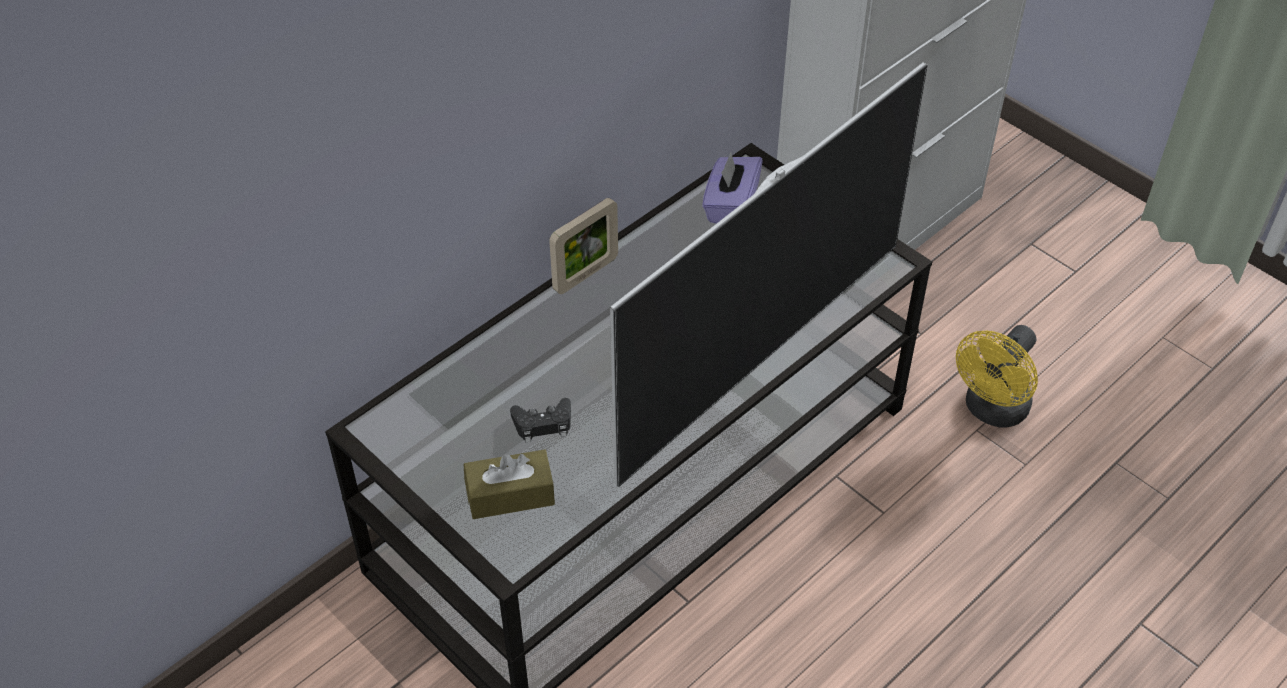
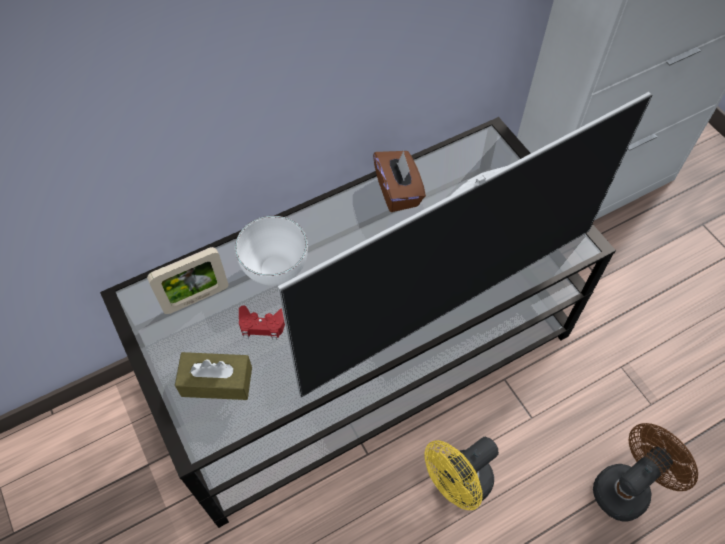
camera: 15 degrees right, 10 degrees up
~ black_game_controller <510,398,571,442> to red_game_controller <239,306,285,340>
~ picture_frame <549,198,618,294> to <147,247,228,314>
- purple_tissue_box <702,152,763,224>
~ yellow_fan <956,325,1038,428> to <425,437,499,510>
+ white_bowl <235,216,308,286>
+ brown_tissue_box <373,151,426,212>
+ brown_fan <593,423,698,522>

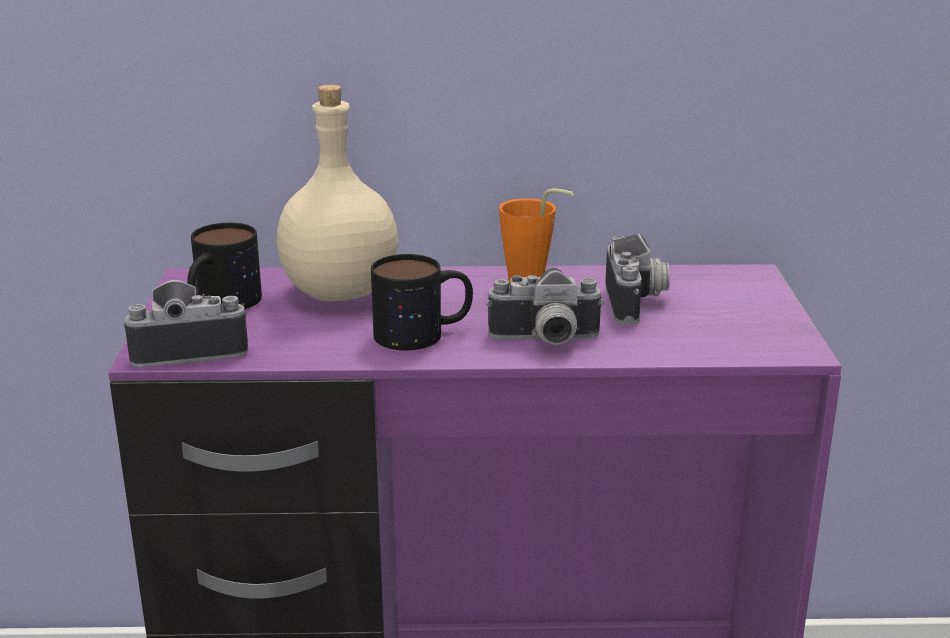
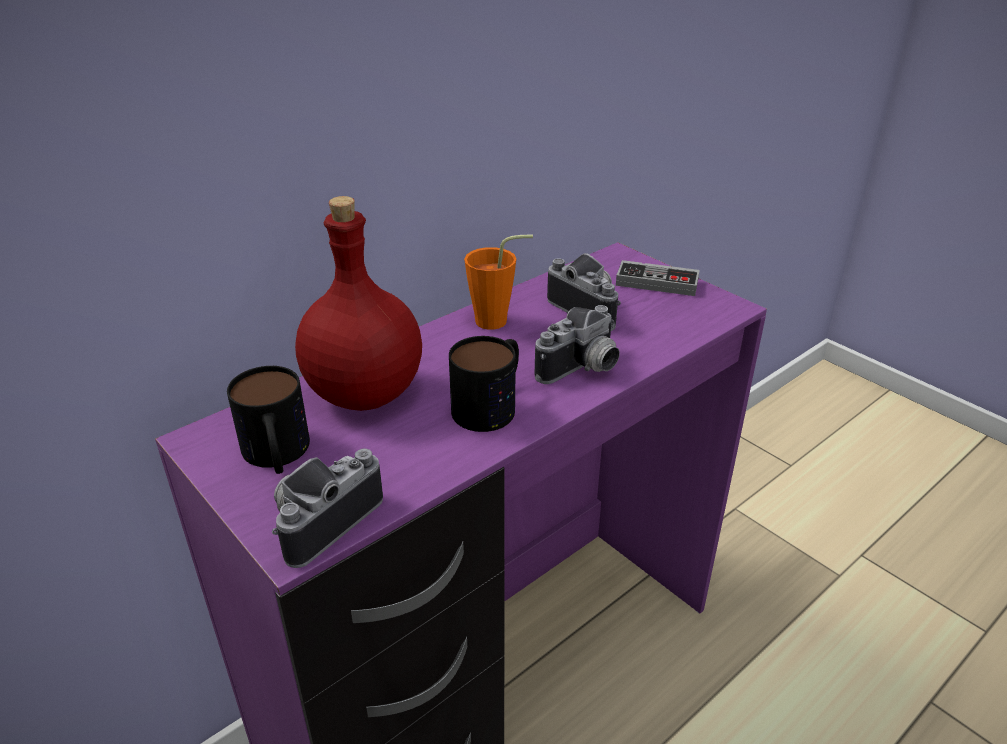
camera: 40 degrees left, 10 degrees up
~ beige_bottle <277,85,398,301> to red_bottle <295,196,422,411>
+ game_controller <616,260,700,296>

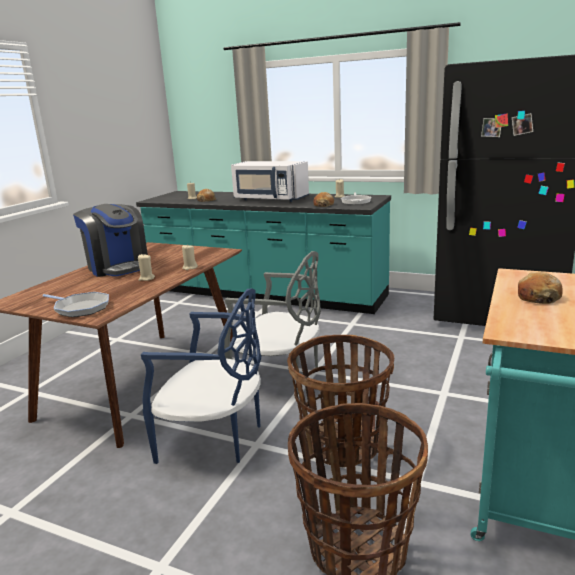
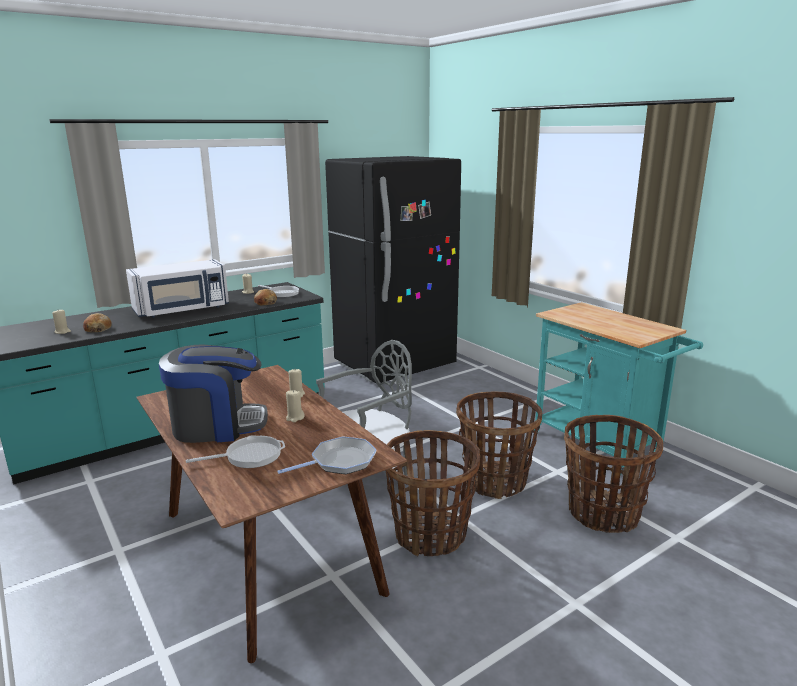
camera: 60 degrees left, 0 degrees up
~ blue_chair <141,288,261,464> to basket <385,430,480,556>
- bread <518,272,563,304>
+ frying_pan <186,435,285,468>

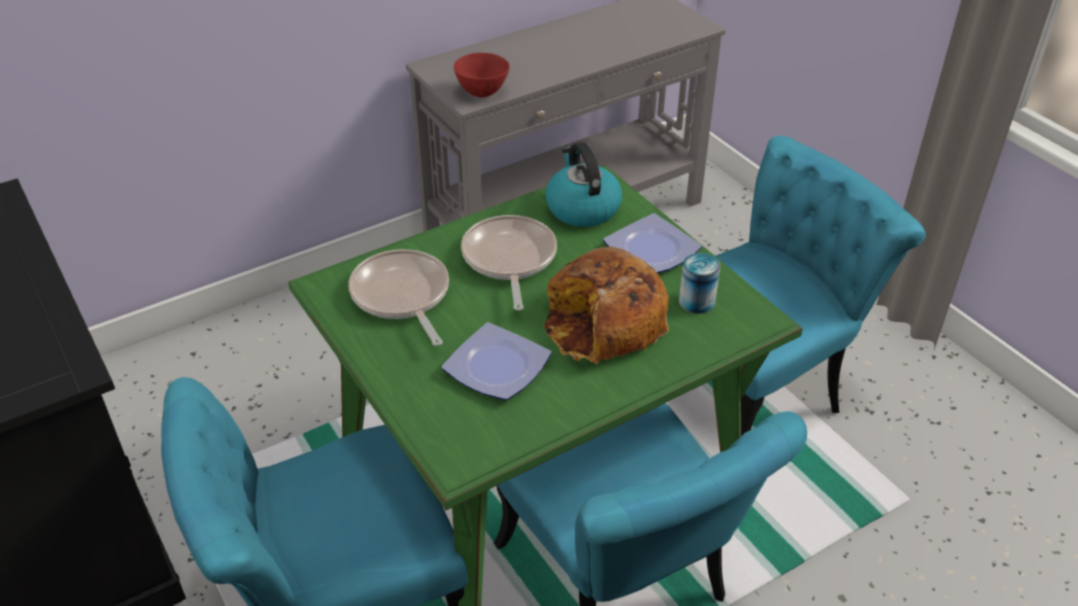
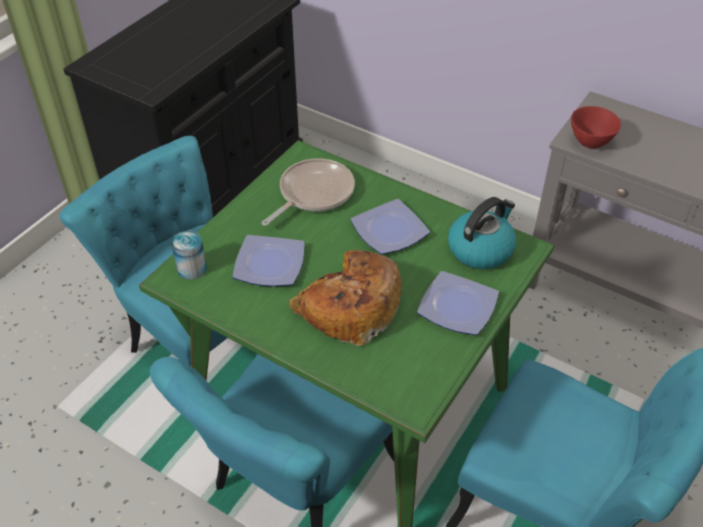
camera: 65 degrees right, 5 degrees up
~ frying_pan <461,215,557,311> to plate <351,199,430,254>
~ can <679,253,720,314> to <171,231,207,280>

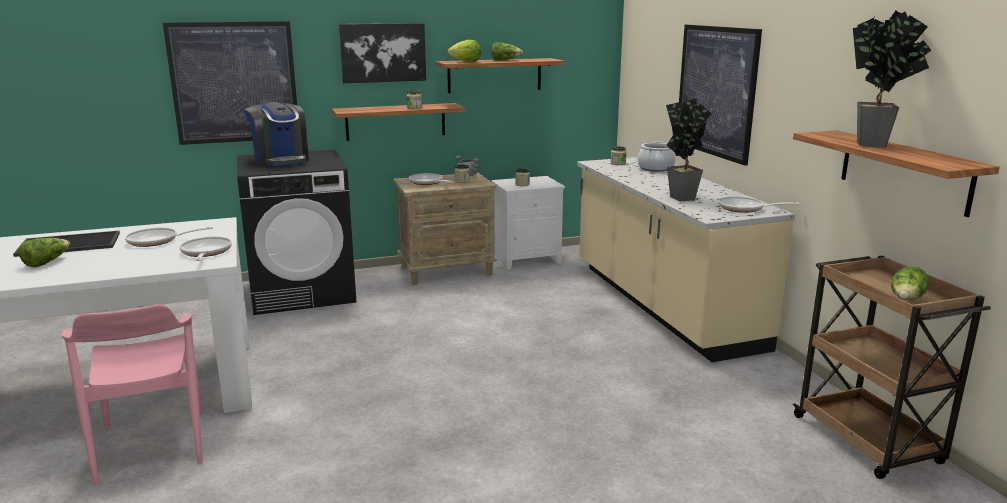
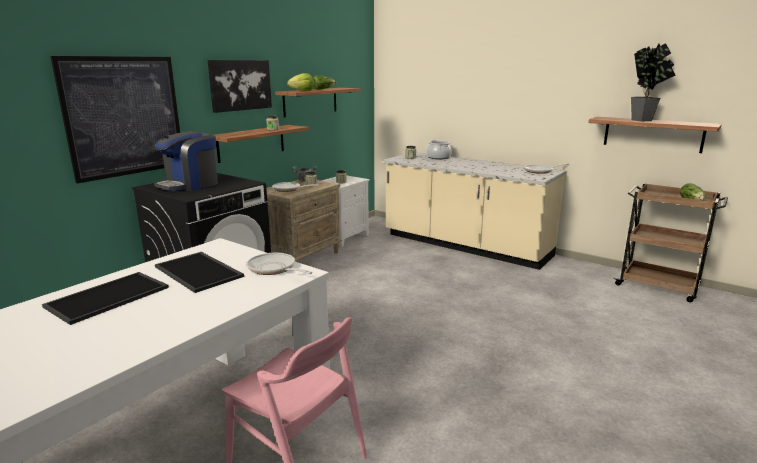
camera: 35 degrees left, 0 degrees up
- lettuce <18,238,70,267>
~ frying_pan <125,227,213,247> to tray <155,252,244,293>
~ coffee_machine <245,102,309,166> = <152,131,218,191> 105 degrees clockwise
- potted_plant <666,98,711,201>
- picture <679,25,762,166>

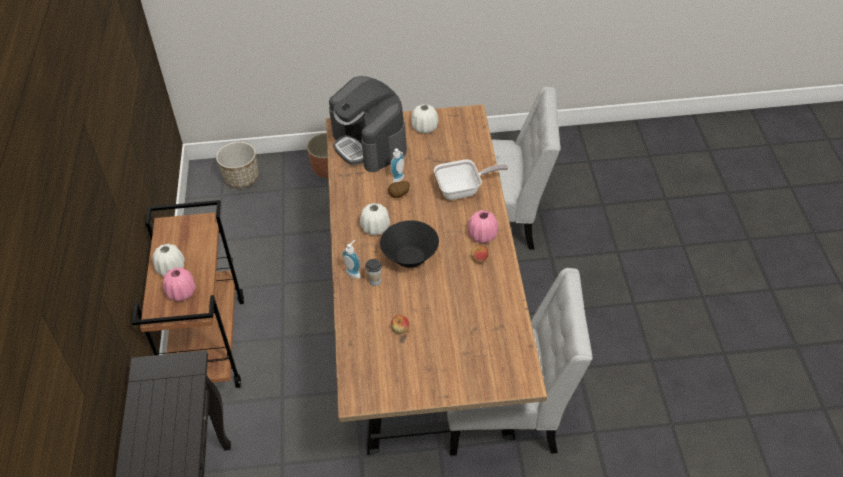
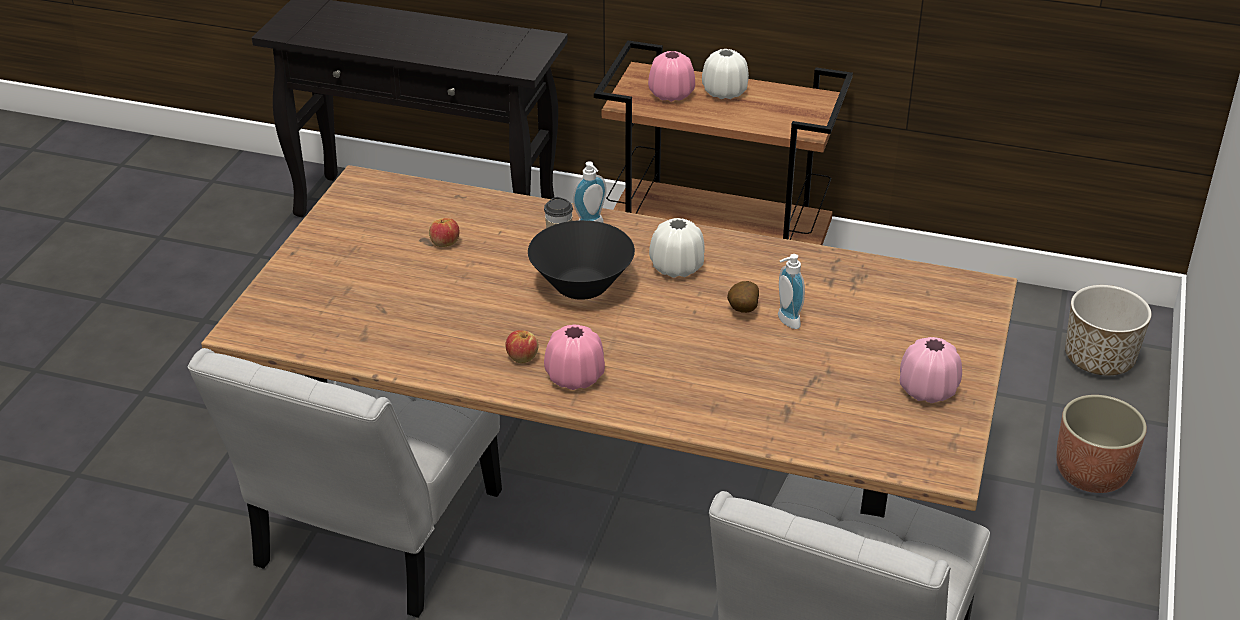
camera: 110 degrees right, 10 degrees down
- coffee_machine <329,76,407,172>
~ white_vase <411,104,439,133> to pink_vase <900,337,962,403>
- frying_pan <434,159,508,200>

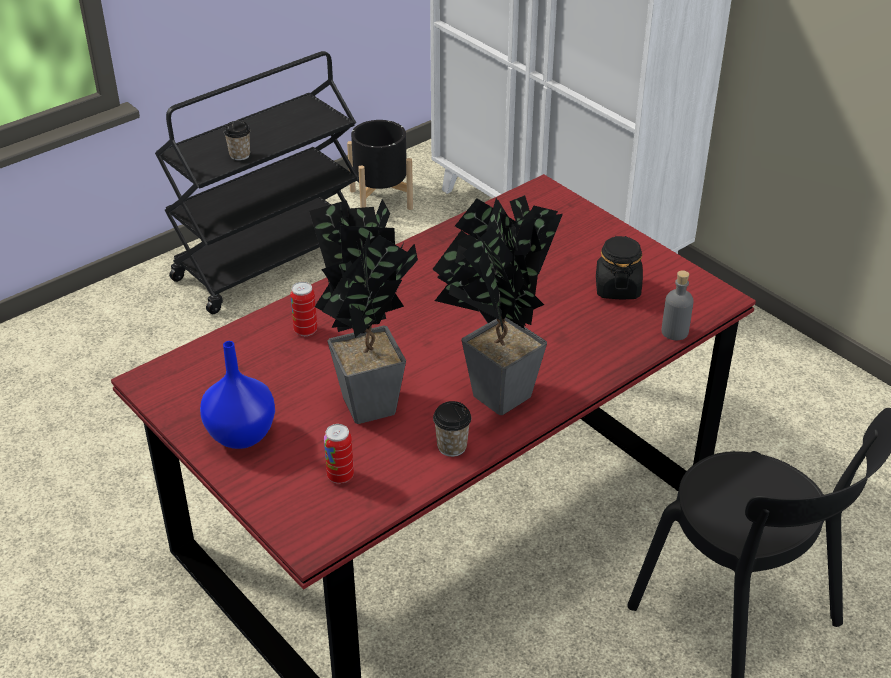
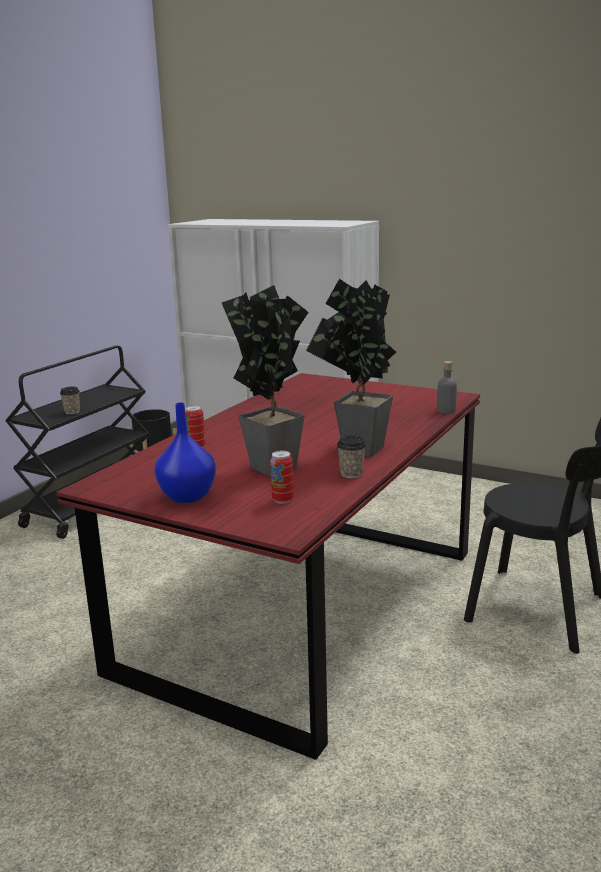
camera: 20 degrees left, 20 degrees down
- black_jar <596,236,643,299>

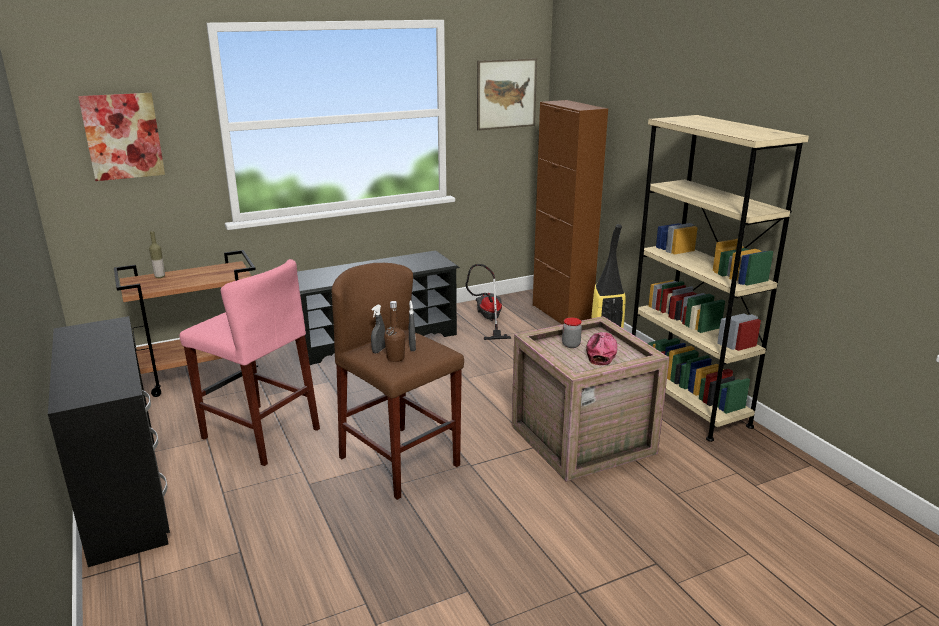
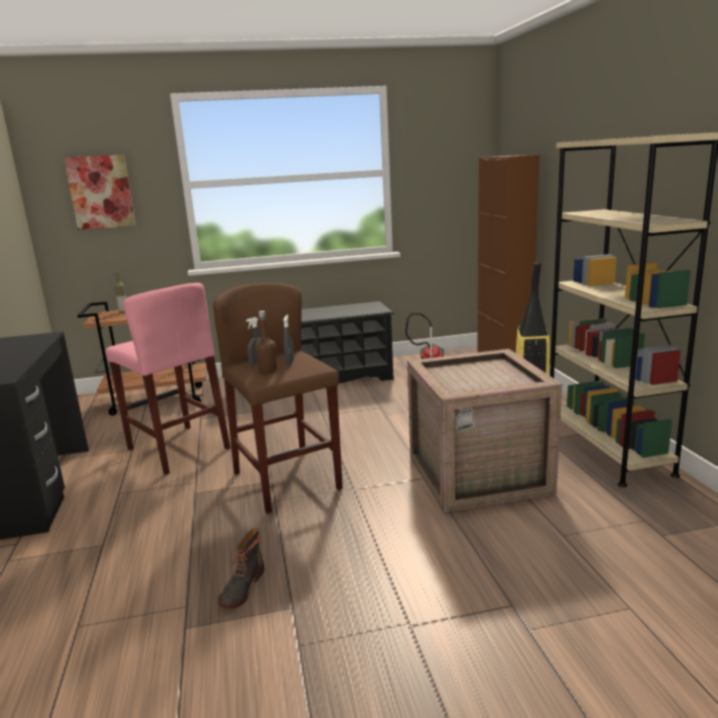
camera: 15 degrees right, 5 degrees down
- picture <477,58,537,131>
- jar <562,317,582,348>
- cap <586,332,617,365>
+ boot <218,528,265,609>

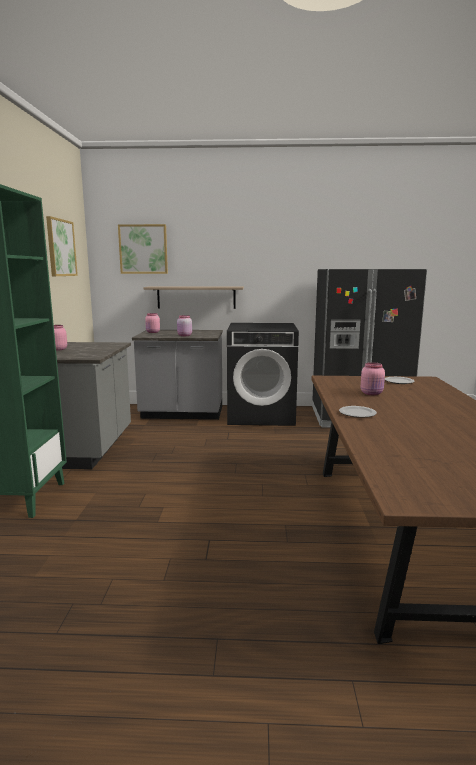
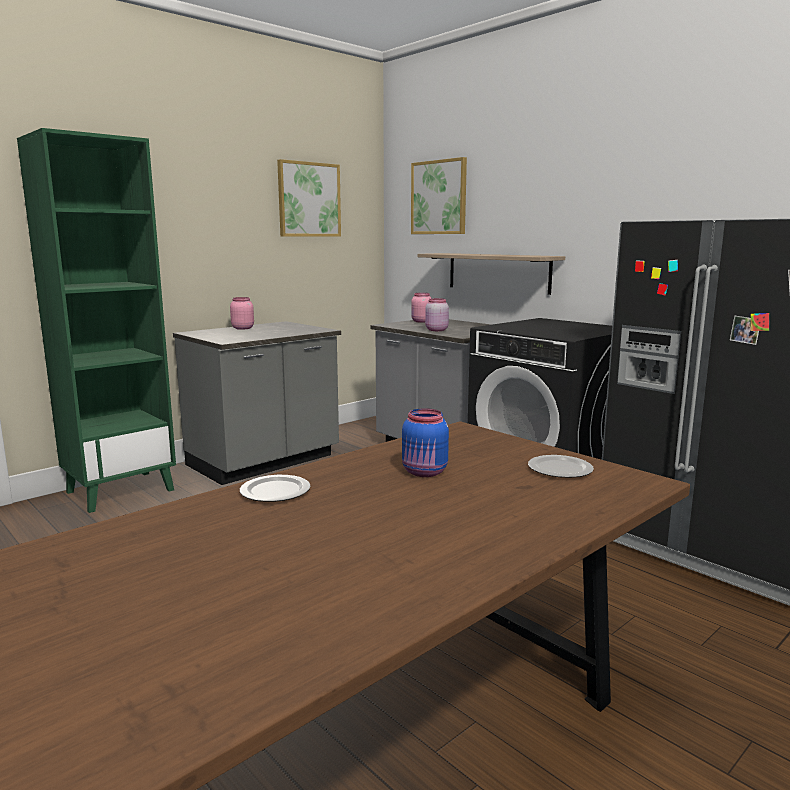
camera: 45 degrees right, 0 degrees up
~ pink_jar <361,362,385,395> to blue_jar <402,408,449,477>

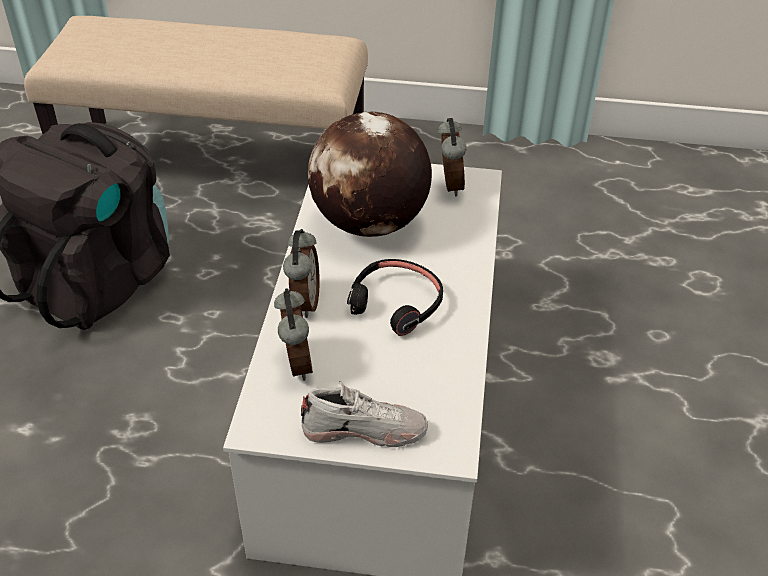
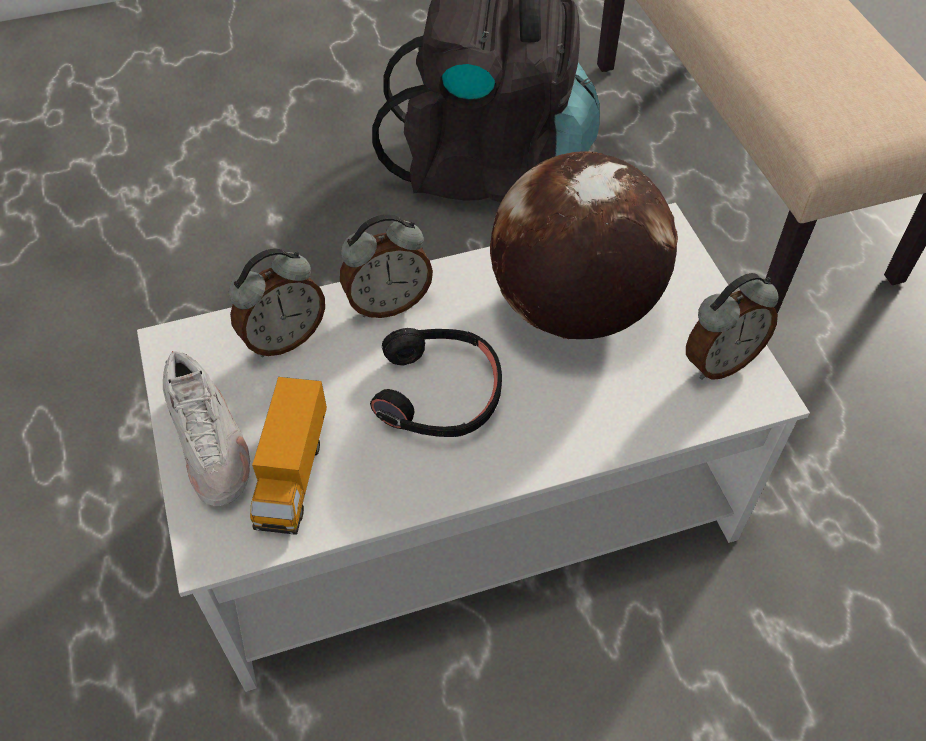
camera: 65 degrees right, 10 degrees up
+ toy_truck <250,377,327,535>

